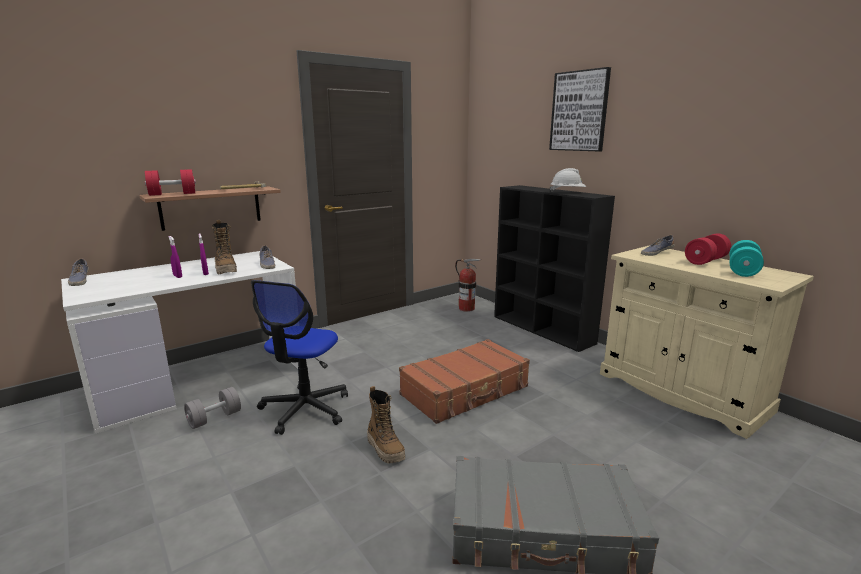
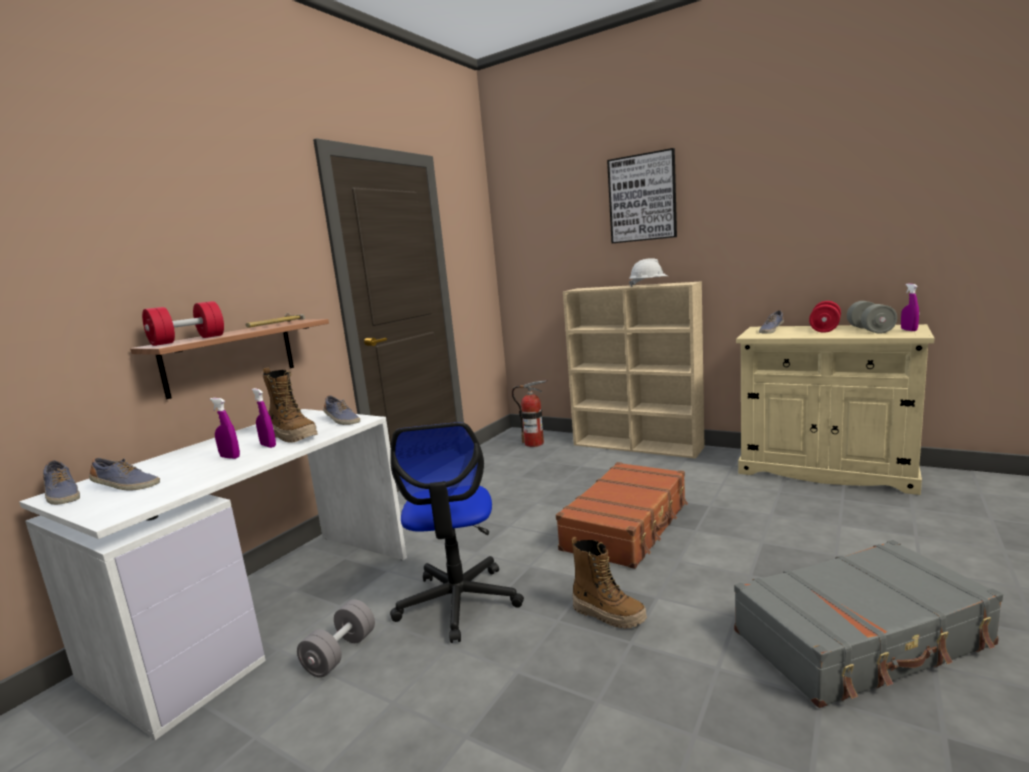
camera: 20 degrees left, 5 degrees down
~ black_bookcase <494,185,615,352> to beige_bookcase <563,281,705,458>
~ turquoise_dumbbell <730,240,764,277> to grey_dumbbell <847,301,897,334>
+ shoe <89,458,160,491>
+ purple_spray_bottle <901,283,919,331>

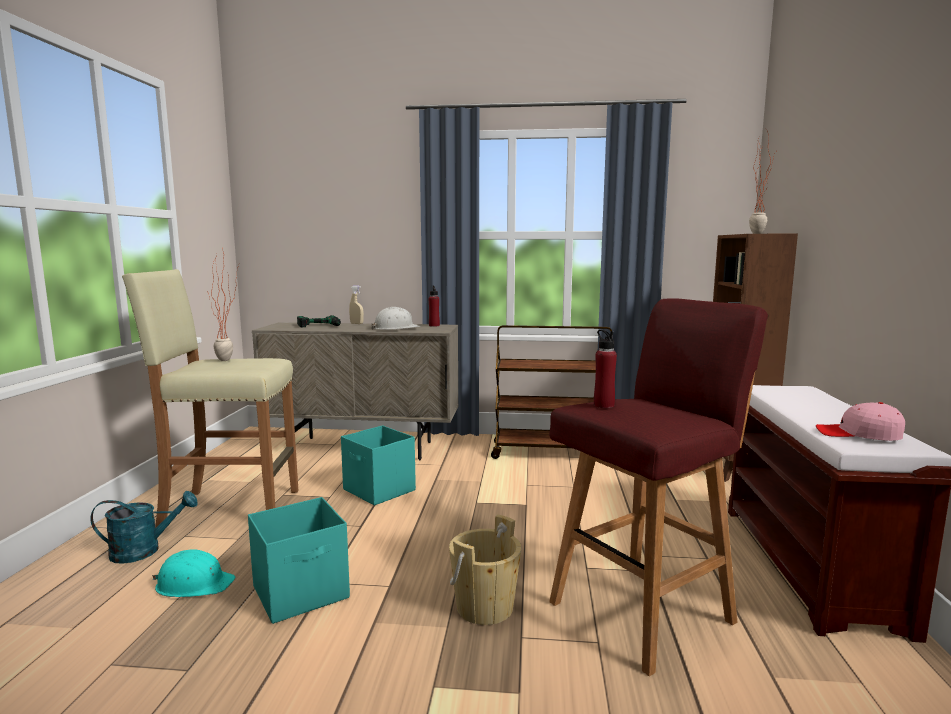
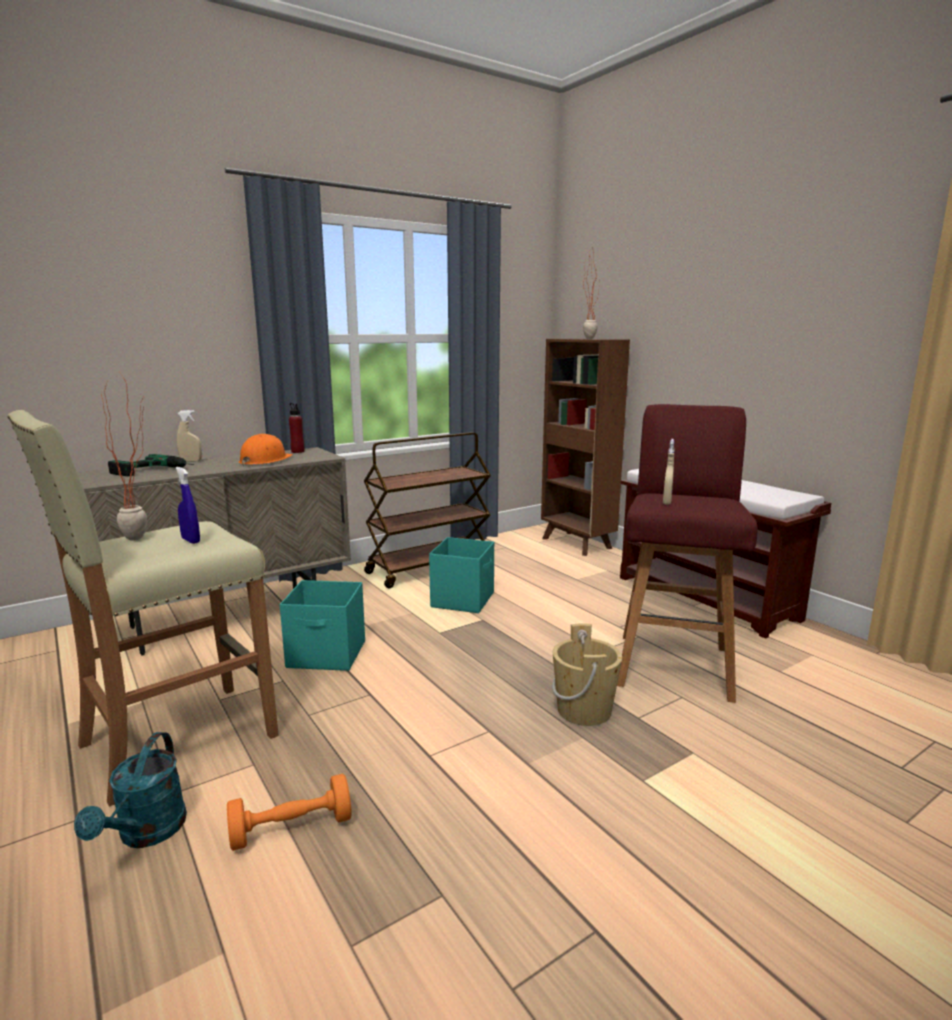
camera: 40 degrees left, 5 degrees up
~ turquoise_watering_can <90,491,198,564> = <74,732,187,848> 150 degrees clockwise
~ turquoise_hard_hat <152,549,235,597> to orange_dumbbell <227,774,352,851>
~ turquoise_storage_box <248,497,350,624> to <429,537,494,613>
~ white_hard_hat <372,307,420,330> to orange_hard_hat <239,434,293,466>
~ red_bottle <594,330,617,408> to beige_spray_bottle <663,439,674,505>
- pink_cap <816,402,905,441>
+ blue_spray_bottle <176,467,200,544>

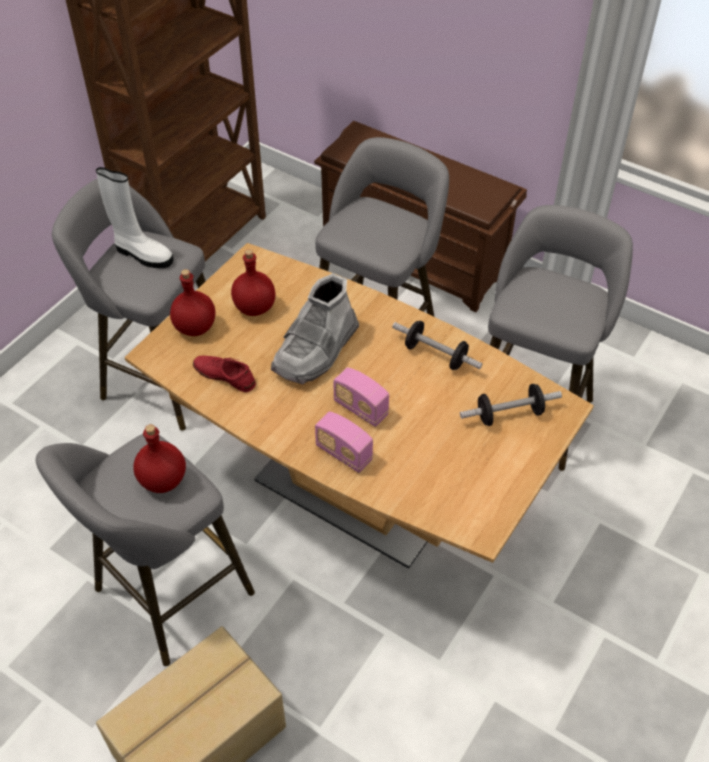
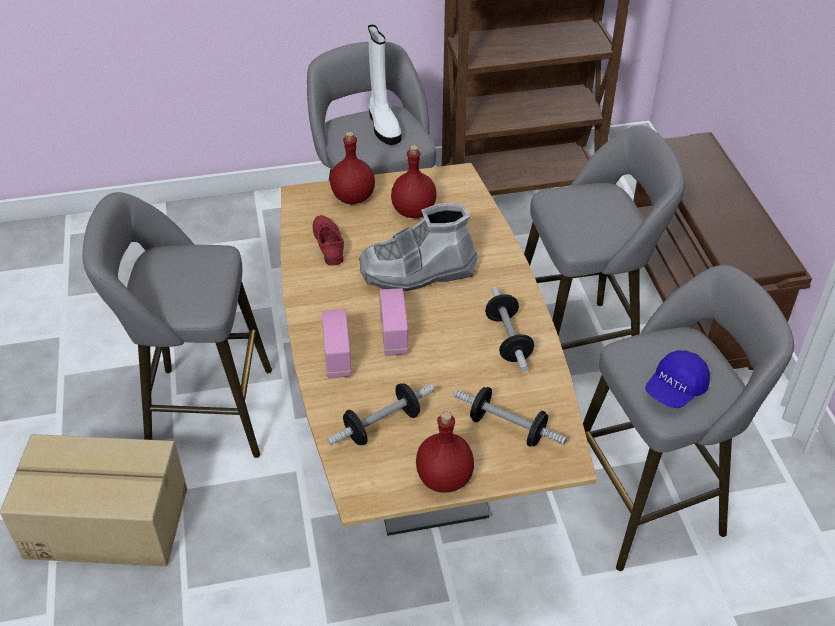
camera: 45 degrees right, 5 degrees down
~ red_bottle <133,424,186,493> to <416,411,474,493>
+ dumbbell <327,383,434,445>
+ blue_cap <645,350,710,408>

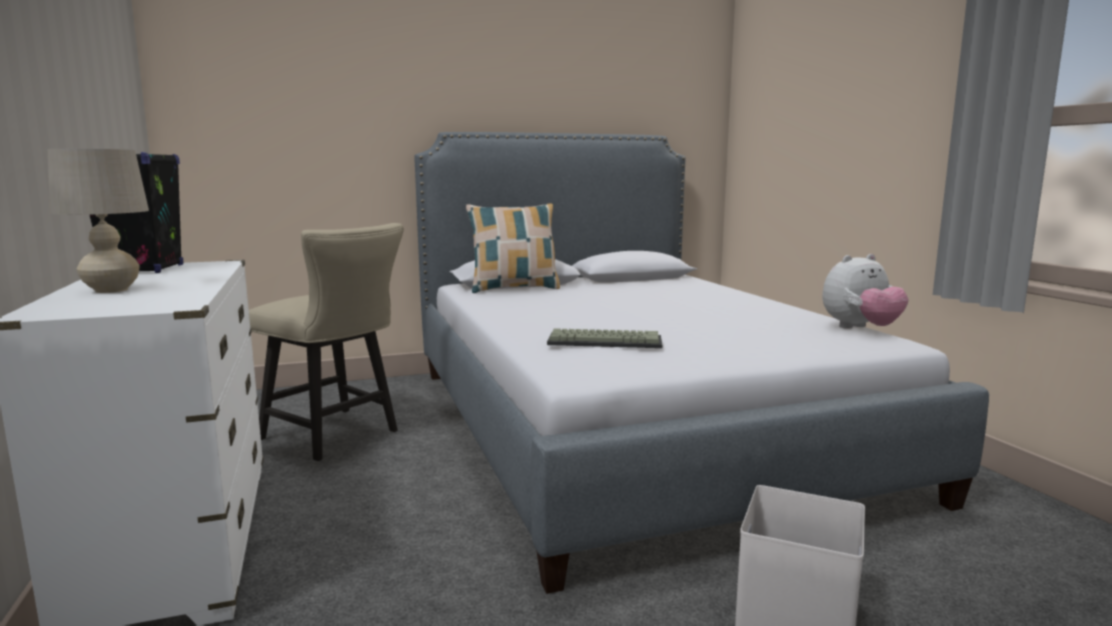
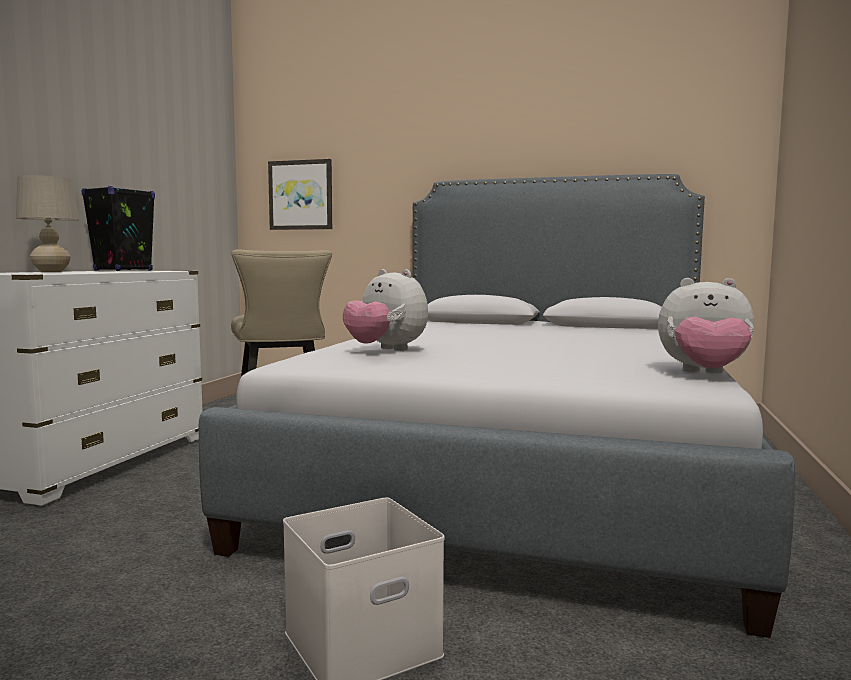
camera: 35 degrees right, 5 degrees down
- pillow <466,203,560,293>
~ keyboard <547,328,662,348> to plush_toy <343,269,428,351>
+ picture <268,159,332,230>

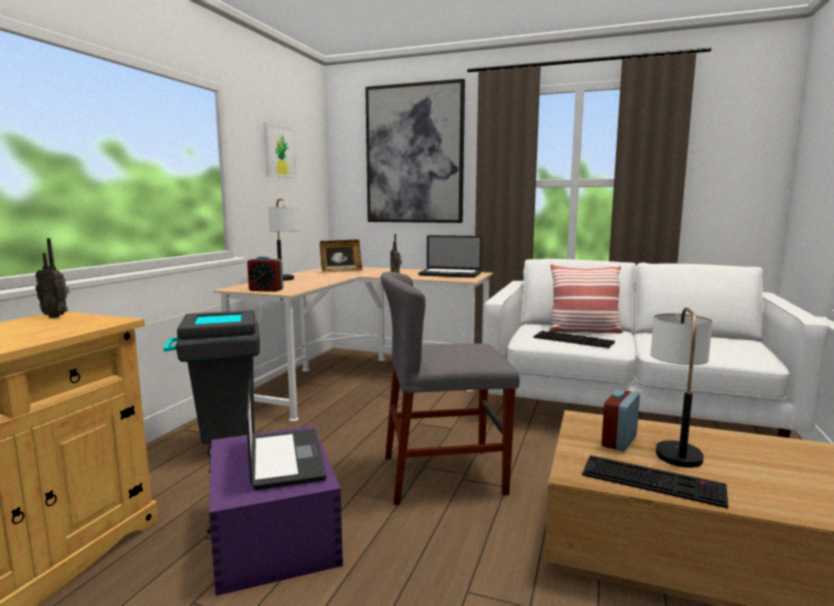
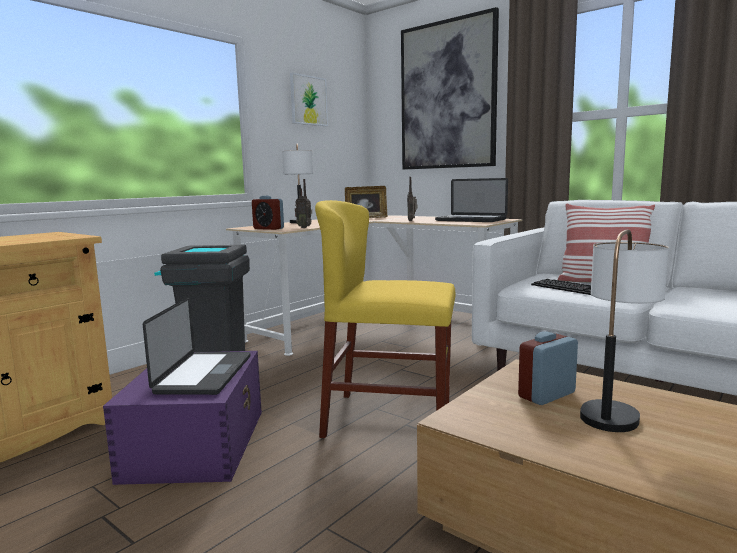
camera: 20 degrees right, 0 degrees up
~ radio <35,238,69,318> to <295,179,312,228>
~ grey_chair <381,272,520,505> to yellow_chair <315,200,456,438>
- keyboard <582,455,728,508>

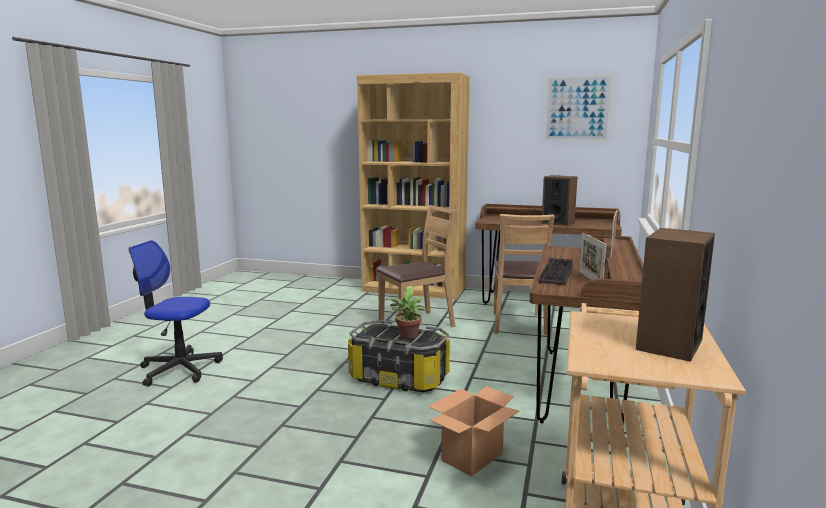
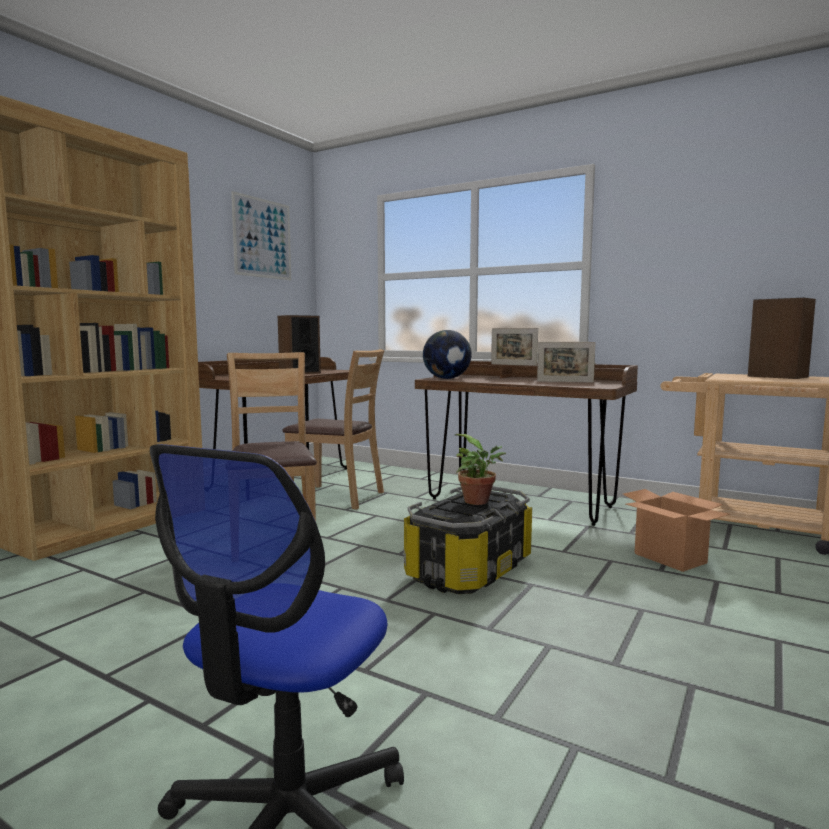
camera: 75 degrees left, 5 degrees down
- keyboard <538,258,573,285>
+ globe <423,330,472,379>

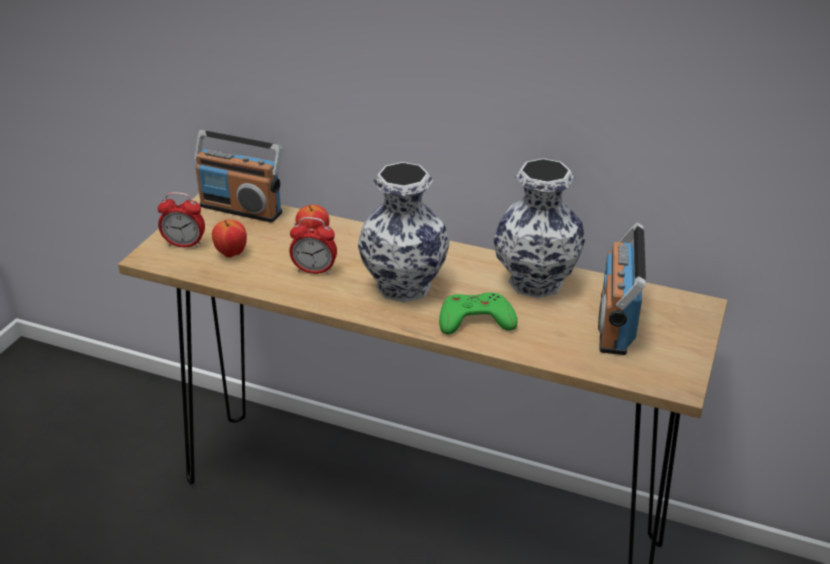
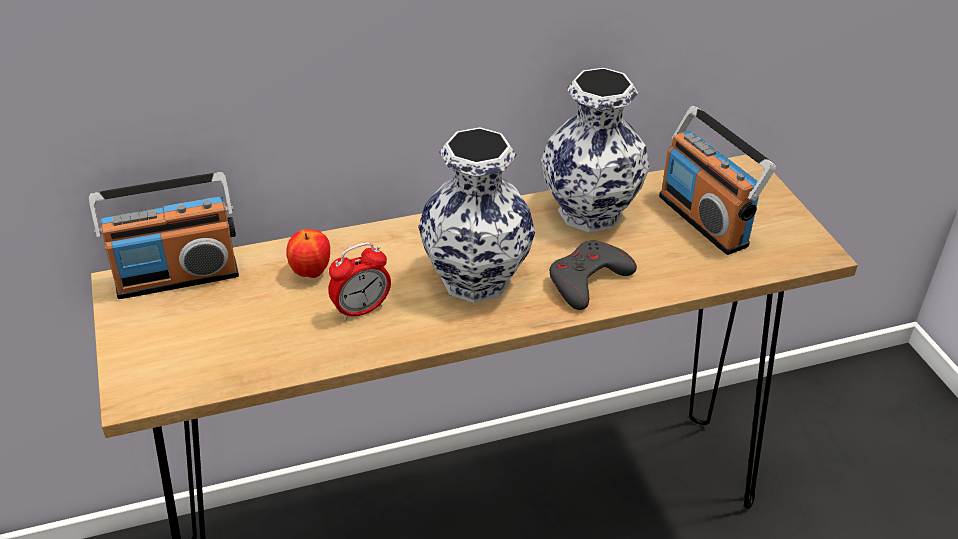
camera: 40 degrees left, 5 degrees up
- alarm_clock <158,192,205,248>
- apple <212,220,247,258>
~ green_game_controller <439,292,517,334> to grey_game_controller <549,241,637,310>

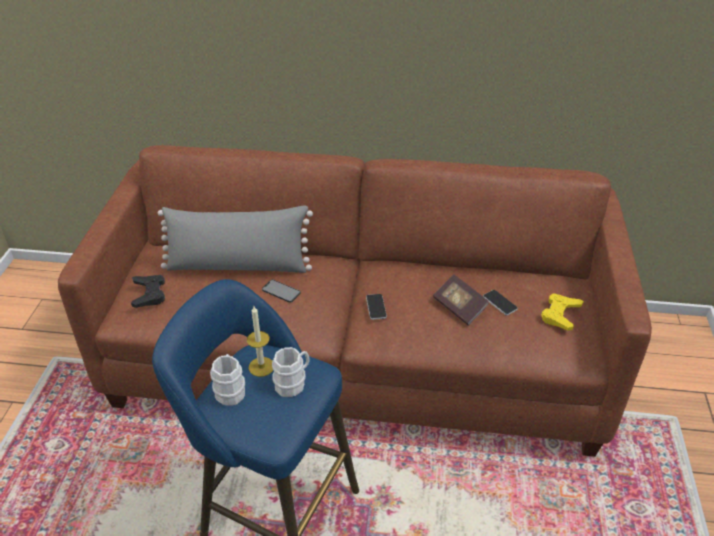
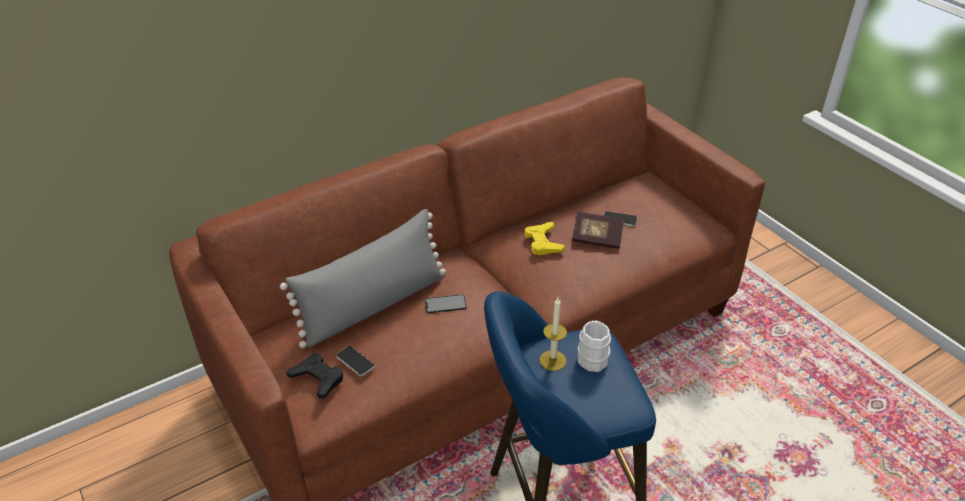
camera: 40 degrees left, 0 degrees up
- white_mug <210,354,245,406>
~ phone <366,294,387,320> to <336,346,375,376>
~ yellow_game_controller <541,293,584,330> to <525,222,565,255>

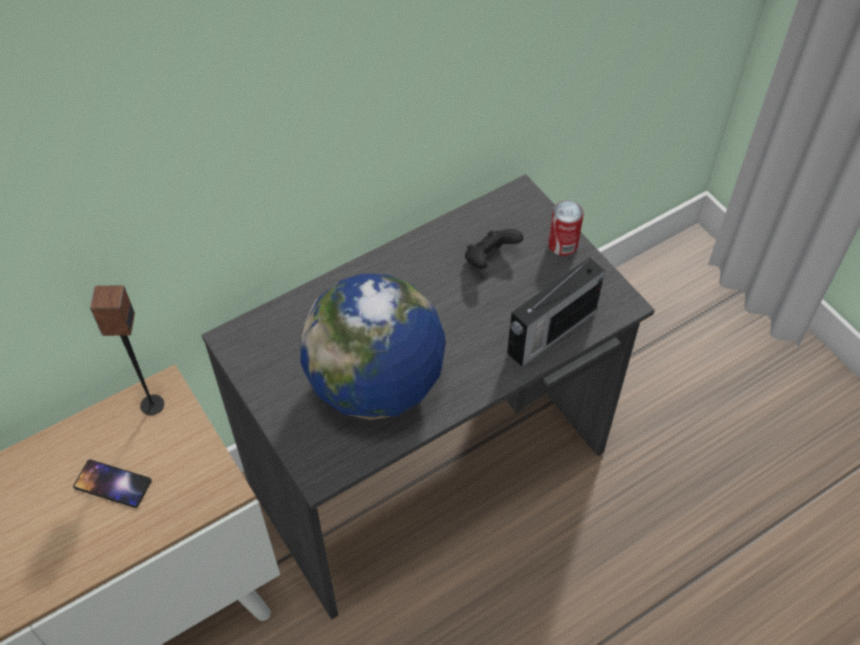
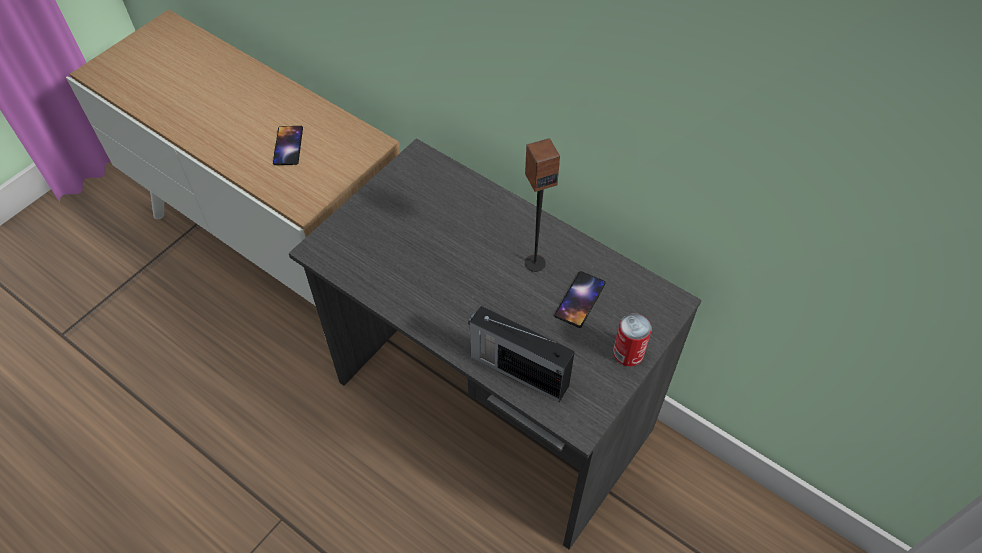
camera: 70 degrees right, 0 degrees up
~ speaker <90,285,164,415> to <525,138,560,272>
- globe <301,274,446,420>
~ black_game_controller <465,229,523,269> to phone <554,271,606,328>

